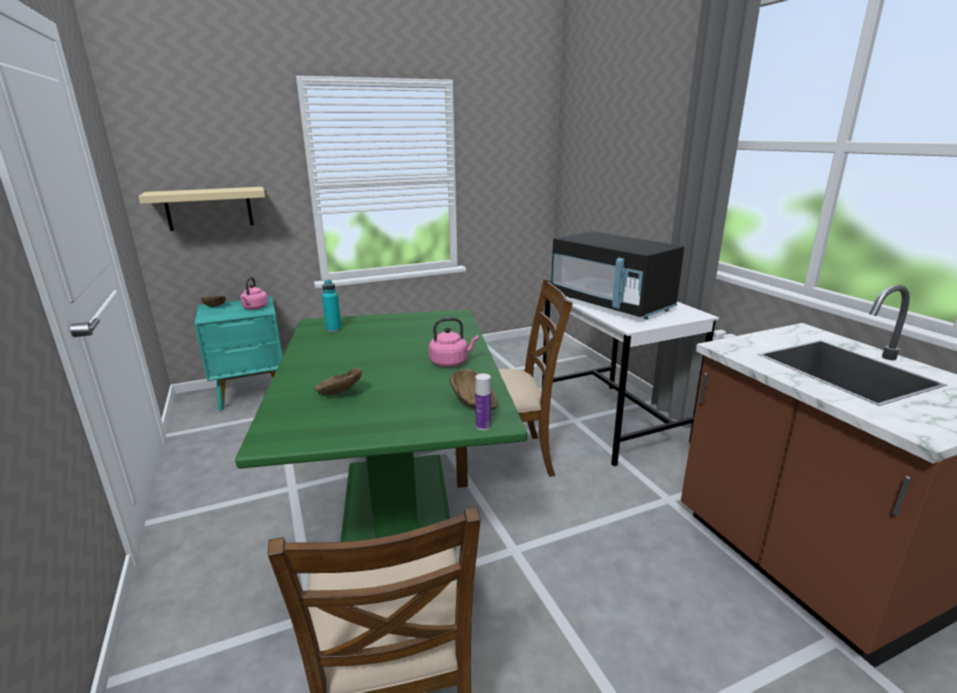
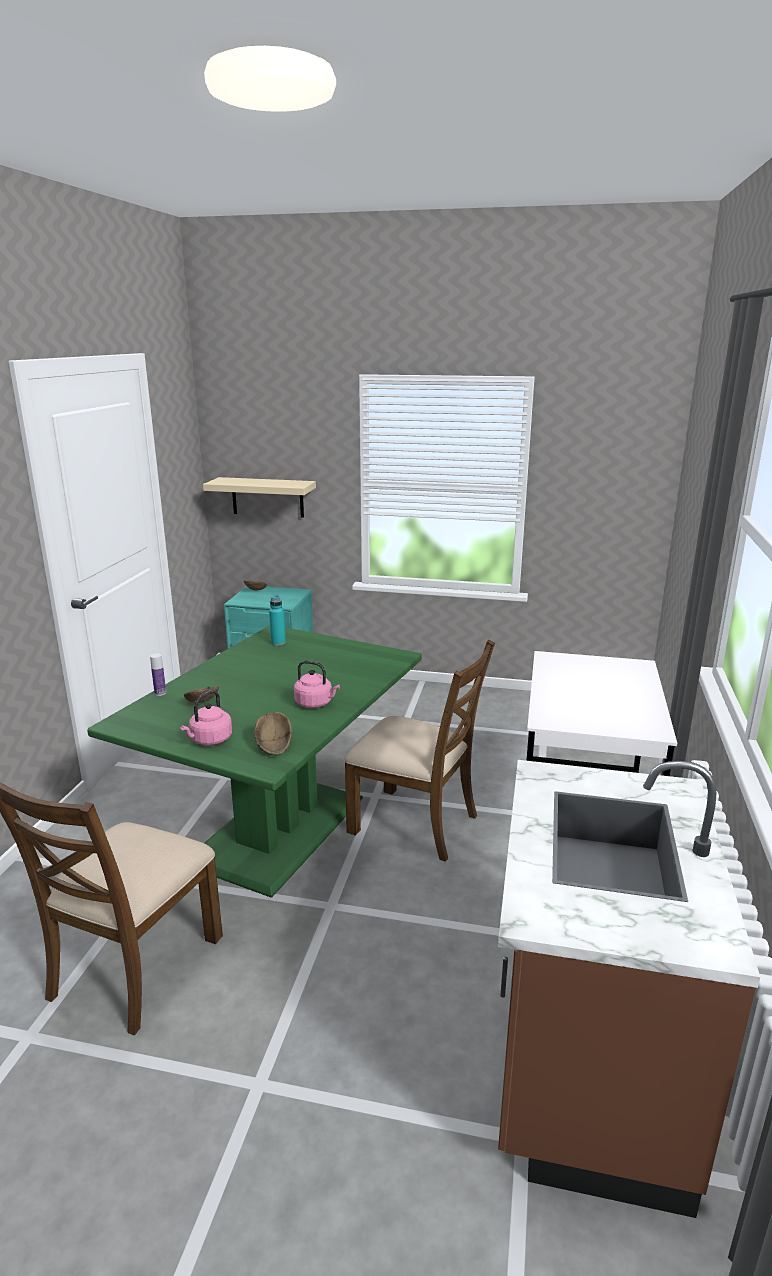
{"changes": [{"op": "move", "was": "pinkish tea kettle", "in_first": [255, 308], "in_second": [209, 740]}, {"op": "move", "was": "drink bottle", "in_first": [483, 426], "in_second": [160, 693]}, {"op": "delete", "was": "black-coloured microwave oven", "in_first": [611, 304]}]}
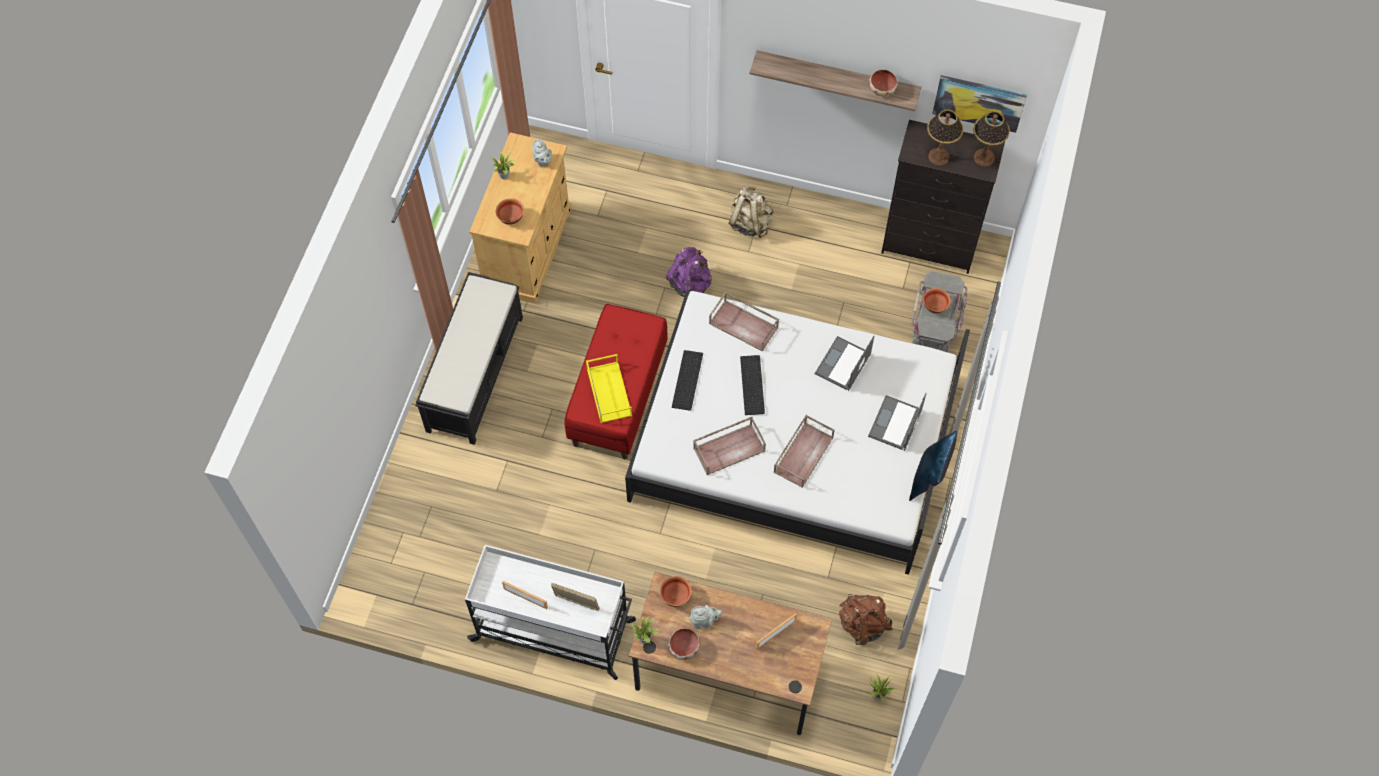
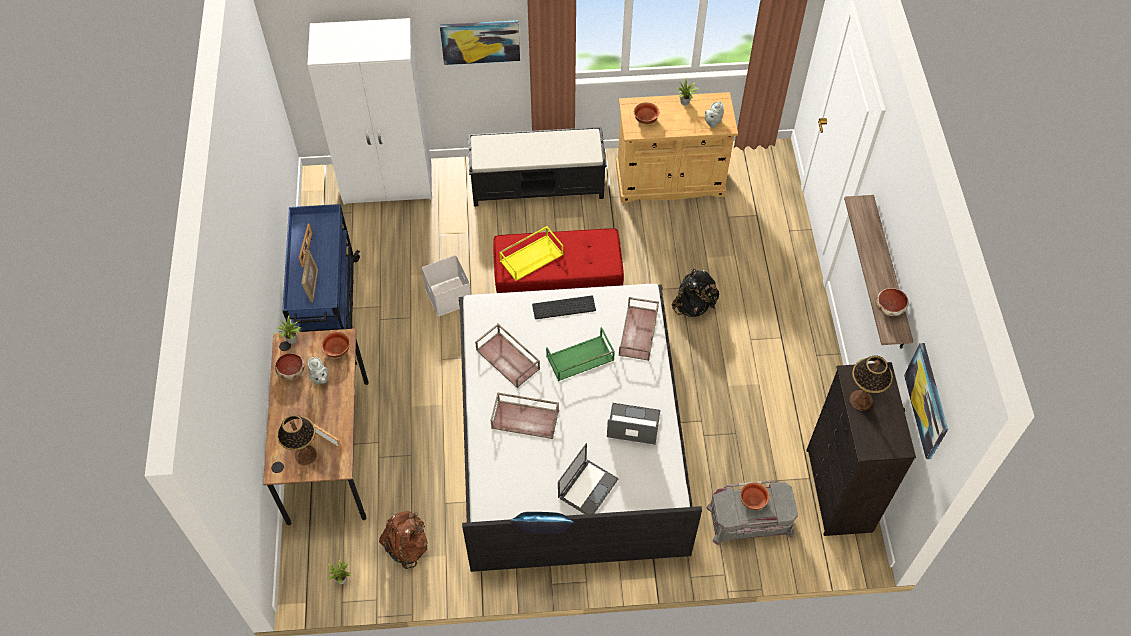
{"changes": [{"op": "recolor", "was": "white-coloured cart", "now": "blue-coloured cart", "in_first": [555, 631], "in_second": [329, 313]}, {"op": "recolor", "was": "purple-coloured rucksack", "now": "black-coloured rucksack", "in_first": [690, 284], "in_second": [693, 305]}, {"op": "delete", "was": "beige-coloured rucksack", "in_first": [750, 222]}, {"op": "replace", "was": "keyboard", "now": "green-coloured tray", "in_first": [753, 385], "in_second": [579, 359]}, {"op": "rotate", "was": "portable computer", "in_first": [895, 424], "in_second": [588, 487], "clockwise": 120}, {"op": "move", "was": "table lamp", "in_first": [984, 158], "in_second": [305, 455]}, {"op": "insert", "now": "white-coloured wardrobe", "in_second": [389, 184]}, {"op": "insert", "now": "white-coloured storage bin", "in_second": [447, 295]}, {"op": "insert", "now": "wall picture", "in_second": [480, 41]}]}
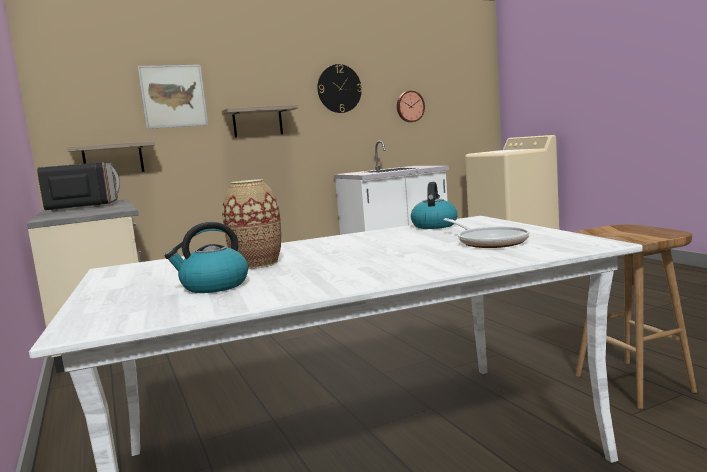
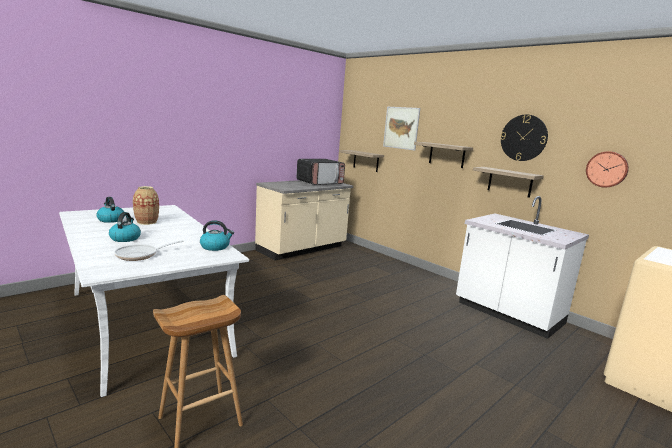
{"changes": [{"op": "insert", "now": "tea kettle", "in_second": [125, 238]}, {"op": "insert", "now": "wall shelf", "in_second": [510, 182]}]}
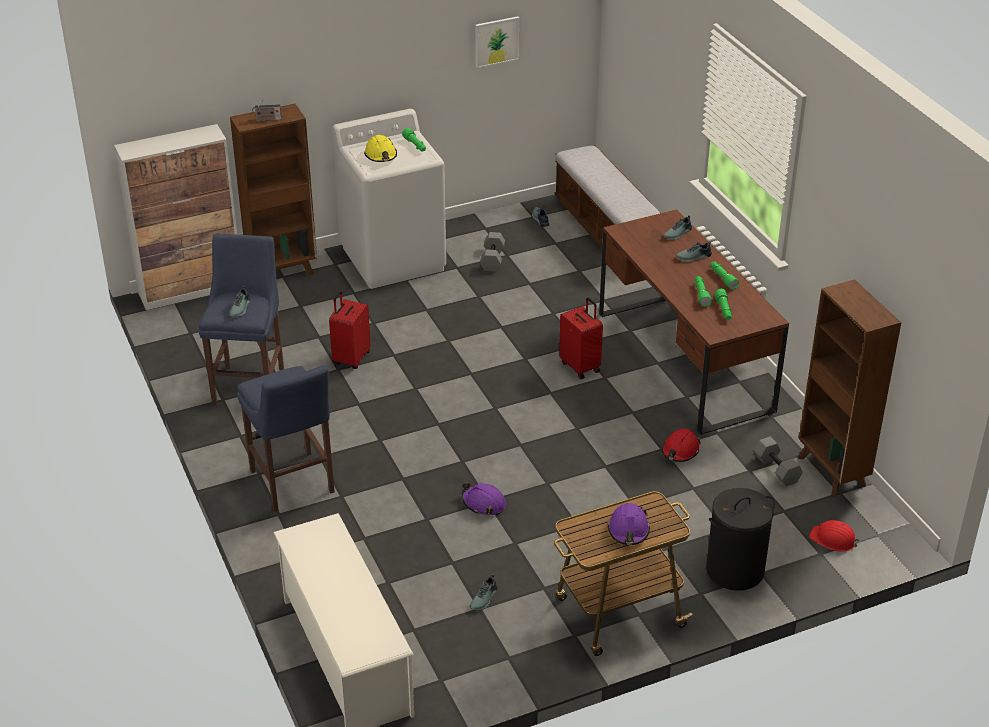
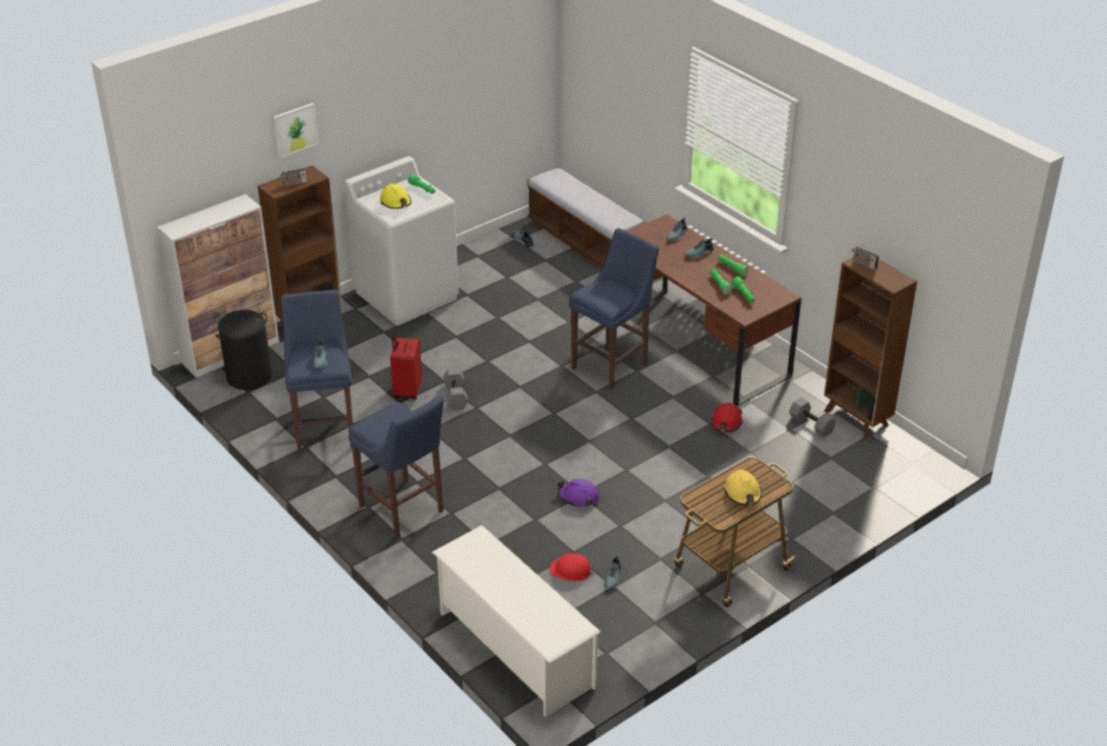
{"changes": [{"op": "move", "was": "wall picture", "in_first": [496, 41], "in_second": [295, 129]}, {"op": "move", "was": "gray hand weight", "in_first": [493, 260], "in_second": [456, 396]}, {"op": "replace", "was": "red suitcase", "now": "blue-coloured stool seat", "in_first": [581, 366], "in_second": [612, 364]}, {"op": "recolor", "was": "purple-coloured hard hat", "now": "yellow-coloured hard hat", "in_first": [628, 530], "in_second": [742, 493]}, {"op": "move", "was": "black-coloured washing basket", "in_first": [735, 570], "in_second": [249, 376]}, {"op": "move", "was": "red hard hat", "in_first": [833, 539], "in_second": [571, 571]}, {"op": "insert", "now": "radio set", "in_second": [863, 264]}]}
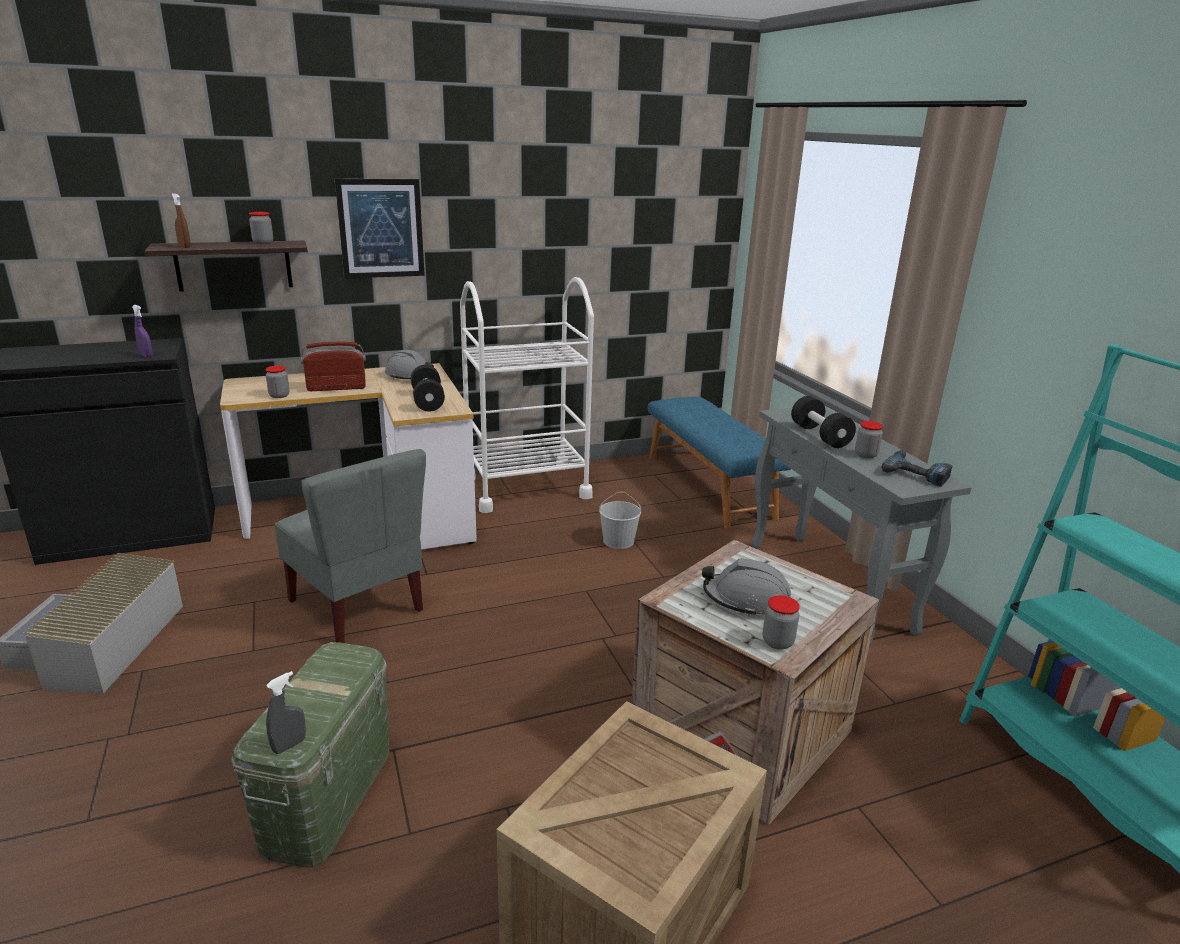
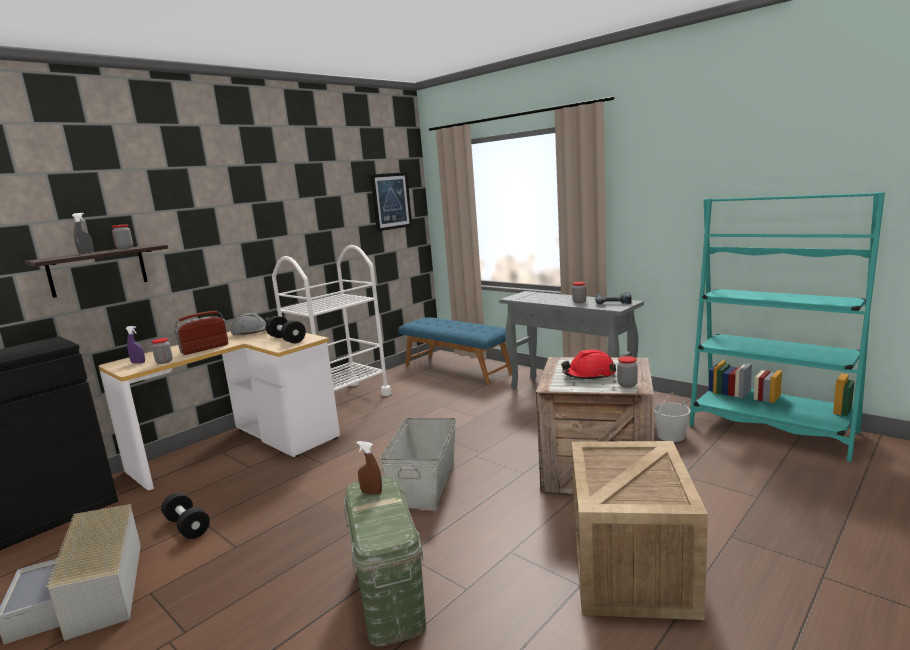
{"changes": [{"op": "move", "was": "purple-coloured spray bottle", "in_first": [146, 356], "in_second": [138, 363]}, {"op": "move", "was": "brown spray bottle", "in_first": [184, 247], "in_second": [371, 492]}, {"op": "move", "was": "gray spray bottle", "in_first": [289, 745], "in_second": [86, 253]}, {"op": "delete", "was": "gray upright chair", "in_first": [358, 605]}, {"op": "move", "was": "wall picture", "in_first": [381, 228], "in_second": [391, 201]}, {"op": "move", "was": "white-coloured bucket", "in_first": [619, 541], "in_second": [671, 435]}, {"op": "recolor", "was": "gray hard hat", "now": "red hard hat", "in_first": [746, 599], "in_second": [589, 375]}, {"op": "move", "was": "black-coloured hand weight", "in_first": [820, 436], "in_second": [187, 526]}, {"op": "insert", "now": "gray storage bin", "in_second": [426, 482]}]}
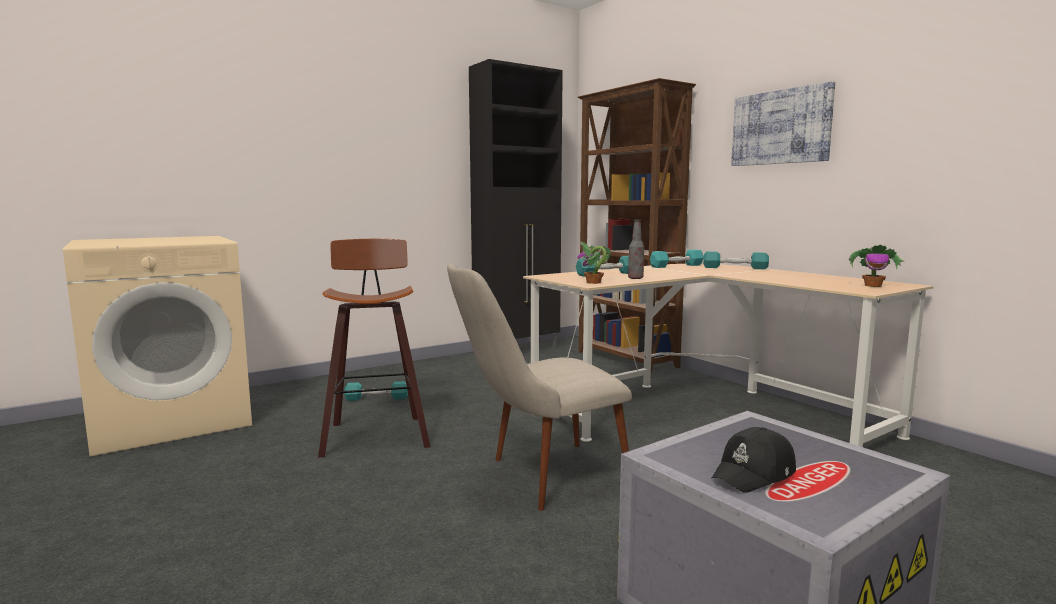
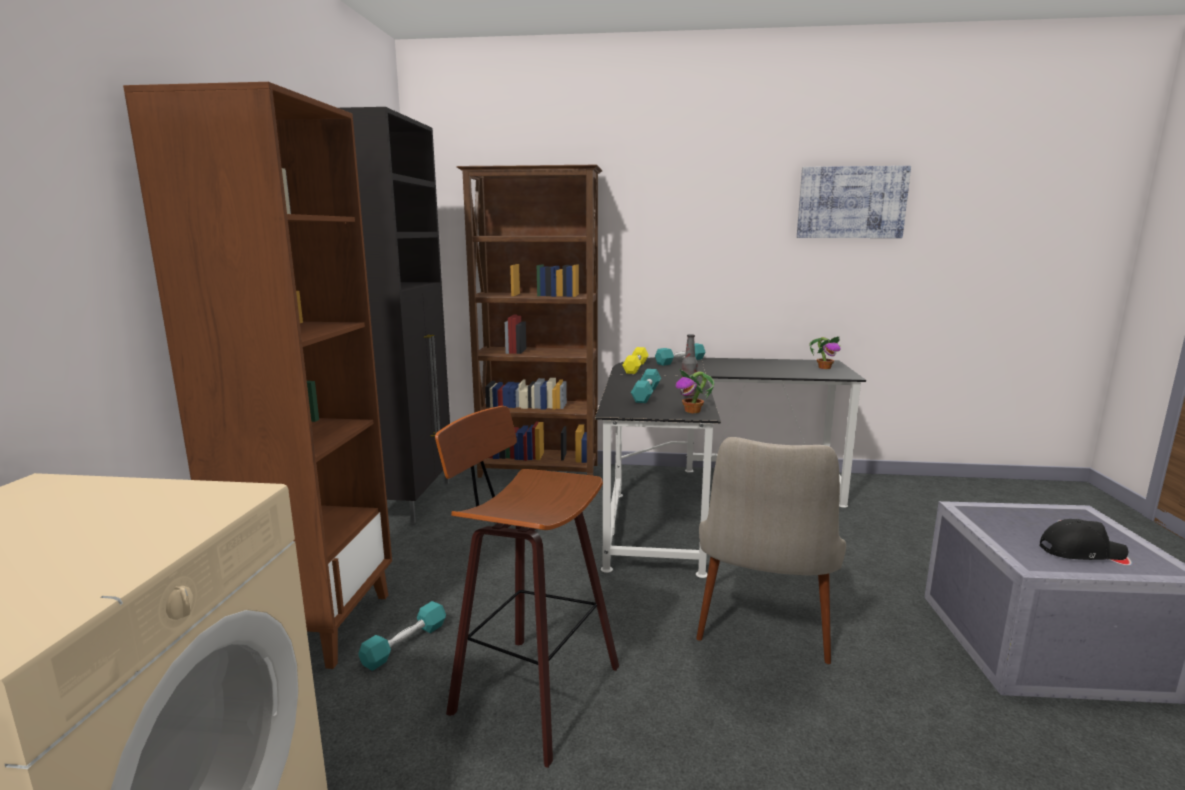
{"changes": [{"op": "recolor", "was": "beige-coloured desk", "now": "black-coloured desk", "in_first": [704, 411], "in_second": [702, 503]}, {"op": "recolor", "was": "blue-green hand weight", "now": "yellow-coloured hand weight", "in_first": [676, 266], "in_second": [636, 367]}, {"op": "rotate", "was": "black-coloured peaked cap", "in_first": [754, 474], "in_second": [1080, 551], "clockwise": -90}, {"op": "move", "was": "wall picture", "in_first": [780, 127], "in_second": [851, 202]}, {"op": "insert", "now": "brown bookshelf", "in_second": [315, 624]}]}
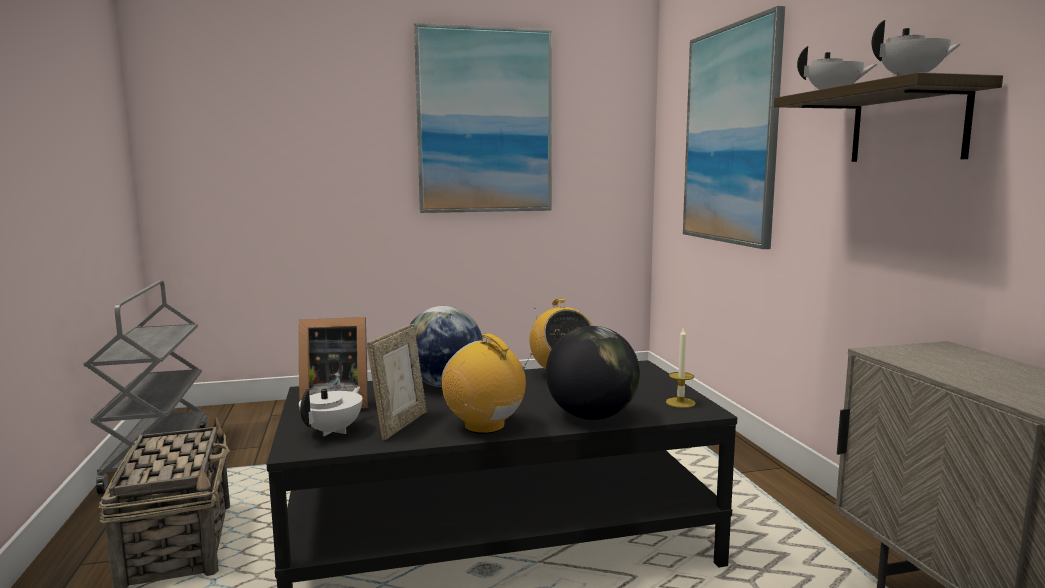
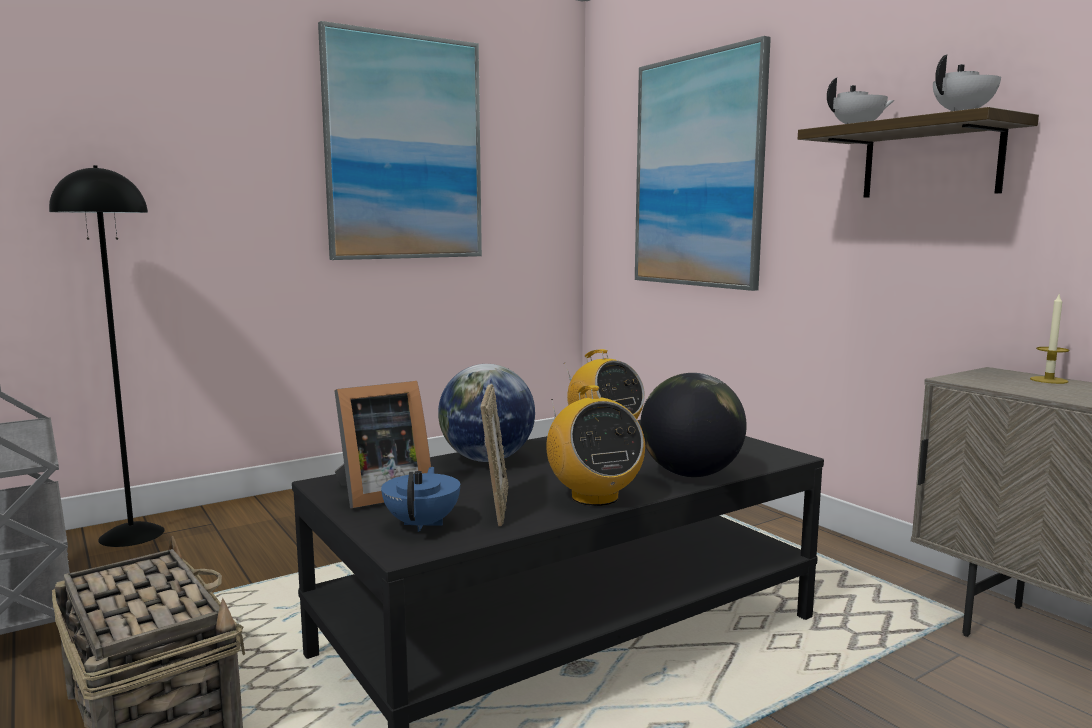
{"changes": [{"op": "recolor", "was": "white-coloured teapot", "now": "blue-coloured teapot", "in_first": [333, 431], "in_second": [423, 524]}, {"op": "rotate", "was": "radio set", "in_first": [485, 426], "in_second": [594, 497], "clockwise": -135}, {"op": "move", "was": "wax light", "in_first": [680, 402], "in_second": [1049, 380]}, {"op": "insert", "now": "black-coloured standing lamp", "in_second": [132, 534]}]}
